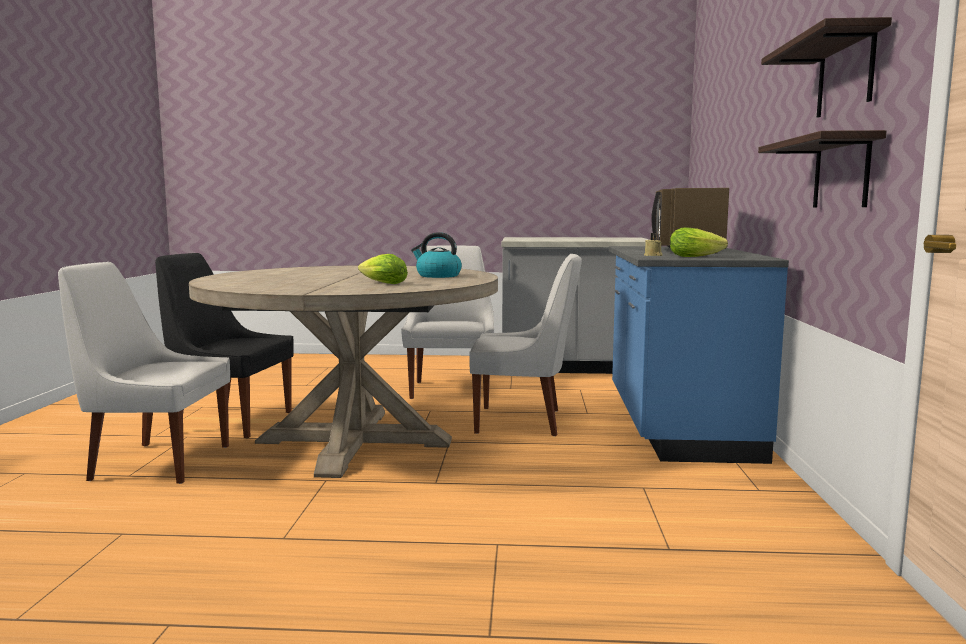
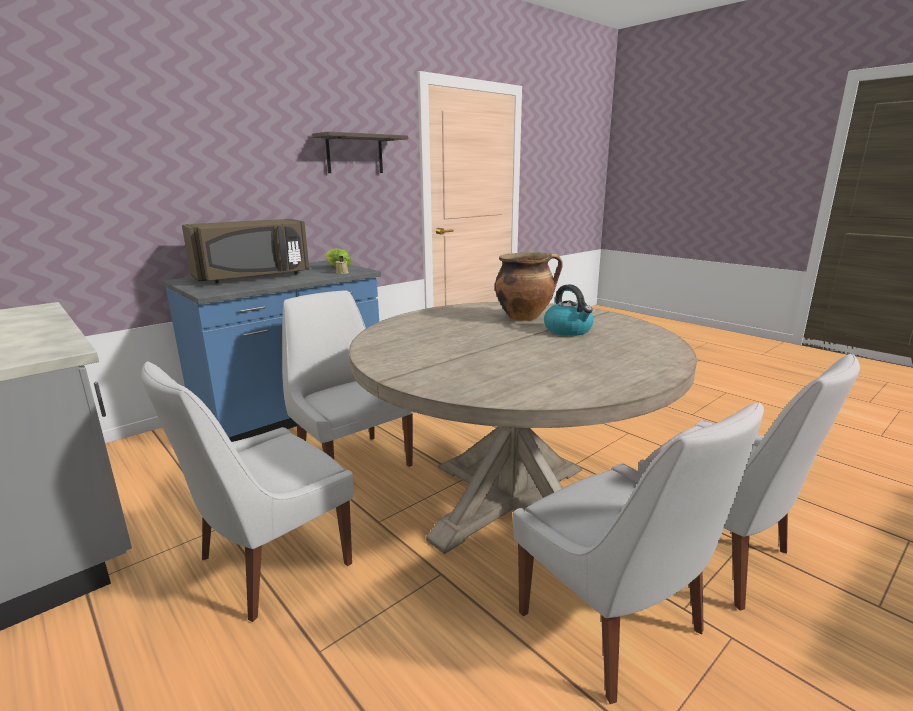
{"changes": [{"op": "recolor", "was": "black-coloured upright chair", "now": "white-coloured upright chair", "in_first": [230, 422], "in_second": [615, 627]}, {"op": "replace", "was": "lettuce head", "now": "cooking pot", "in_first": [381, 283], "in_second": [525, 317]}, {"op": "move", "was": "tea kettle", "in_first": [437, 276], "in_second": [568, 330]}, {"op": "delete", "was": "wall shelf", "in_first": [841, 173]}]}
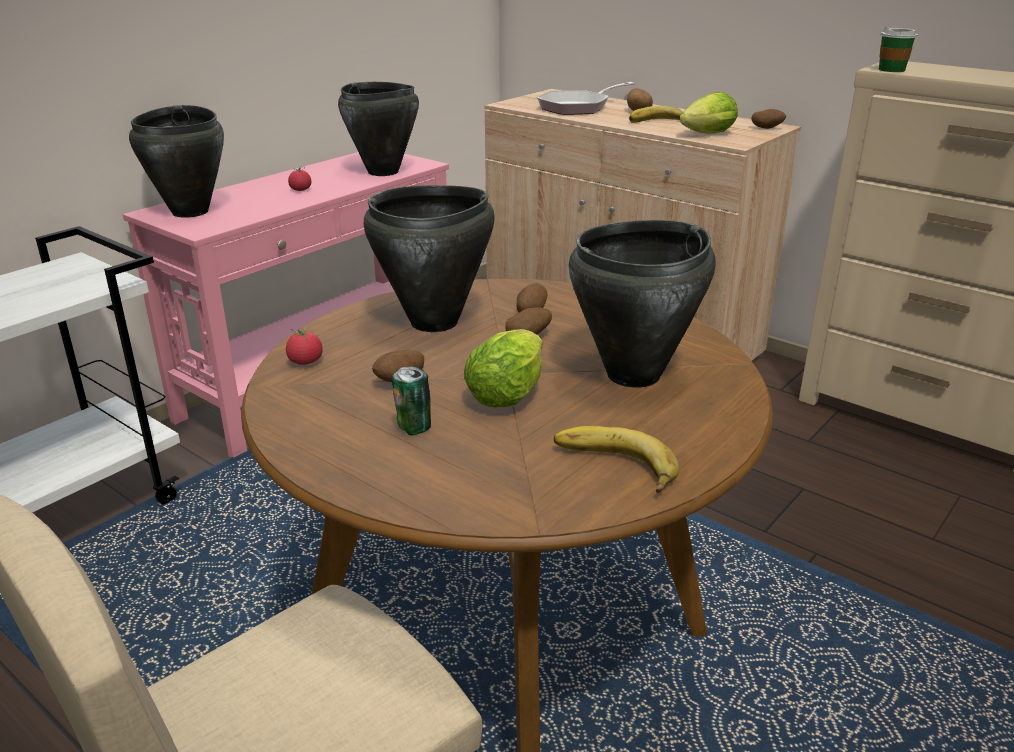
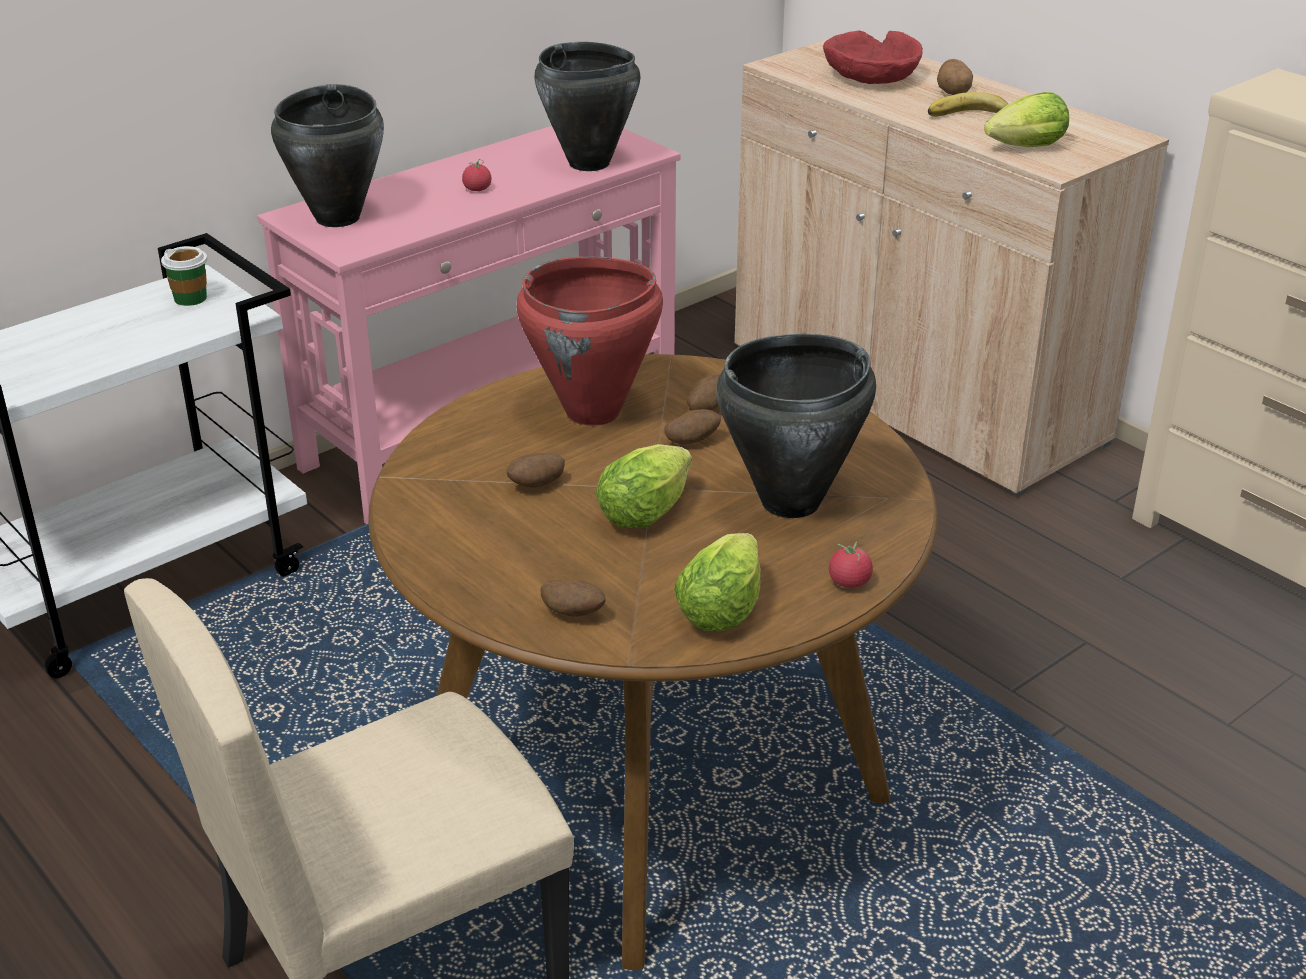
{"changes": [{"op": "move", "was": "tomato", "in_first": [305, 362], "in_second": [849, 582]}, {"op": "recolor", "was": "black-coloured cooking pot", "now": "red cooking pot", "in_first": [435, 322], "in_second": [593, 412]}, {"op": "delete", "was": "metal can", "in_first": [413, 428]}, {"op": "replace", "was": "skillet", "now": "red deep dish", "in_first": [578, 107], "in_second": [871, 78]}, {"op": "replace", "was": "whole banana", "now": "lettuce head", "in_first": [613, 468], "in_second": [724, 606]}, {"op": "move", "was": "spud", "in_first": [767, 128], "in_second": [573, 614]}, {"op": "move", "was": "cup", "in_first": [892, 70], "in_second": [190, 298]}]}
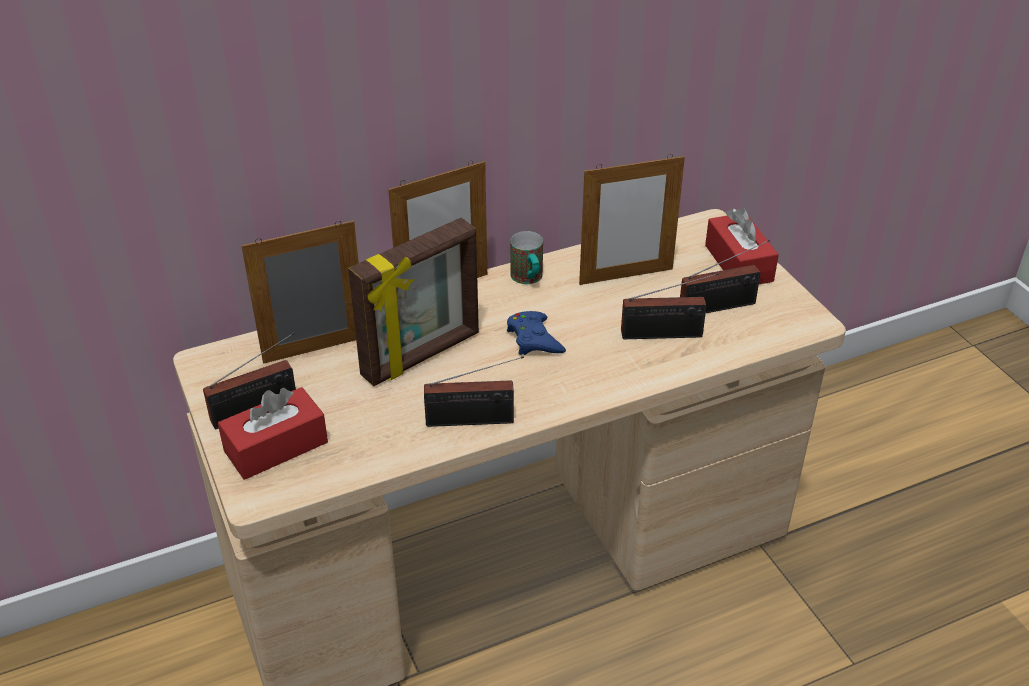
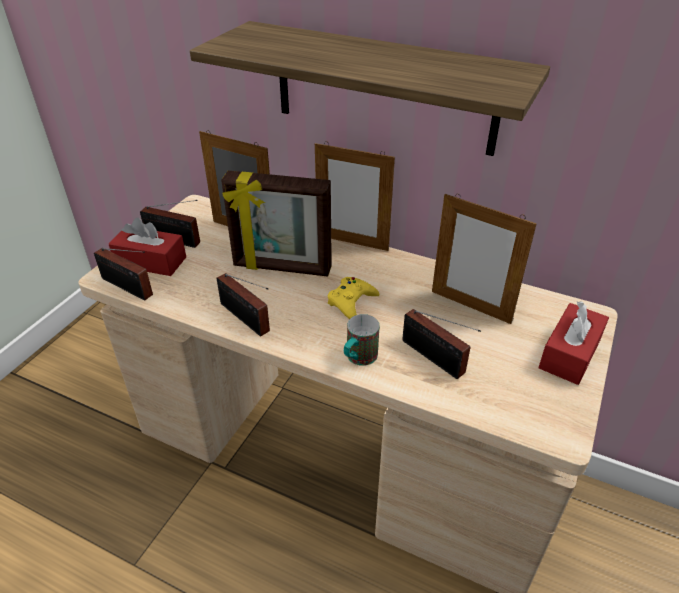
{"changes": [{"op": "recolor", "was": "blue-coloured game controller", "now": "yellow-coloured game controller", "in_first": [534, 339], "in_second": [351, 302]}, {"op": "move", "was": "coffee mug", "in_first": [528, 279], "in_second": [358, 359]}, {"op": "move", "was": "radio set", "in_first": [721, 306], "in_second": [129, 288]}, {"op": "insert", "now": "wall shelf", "in_second": [384, 88]}]}
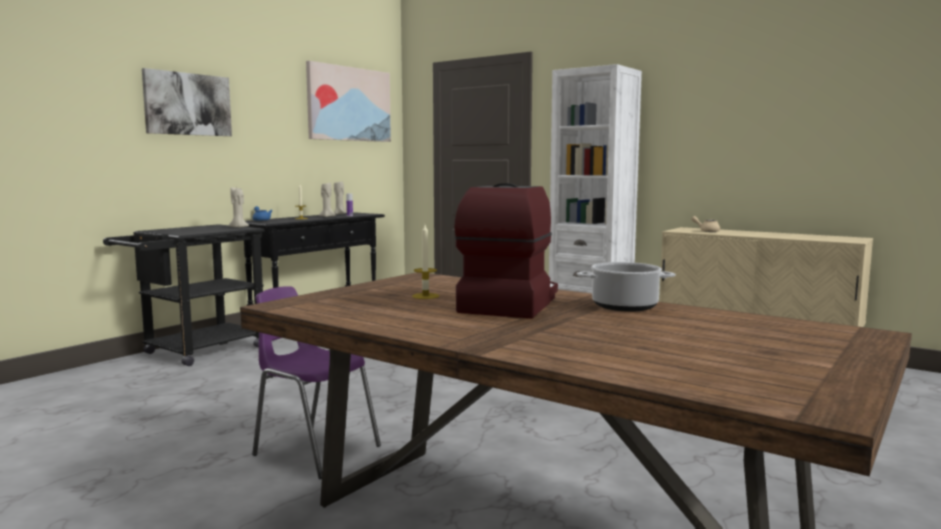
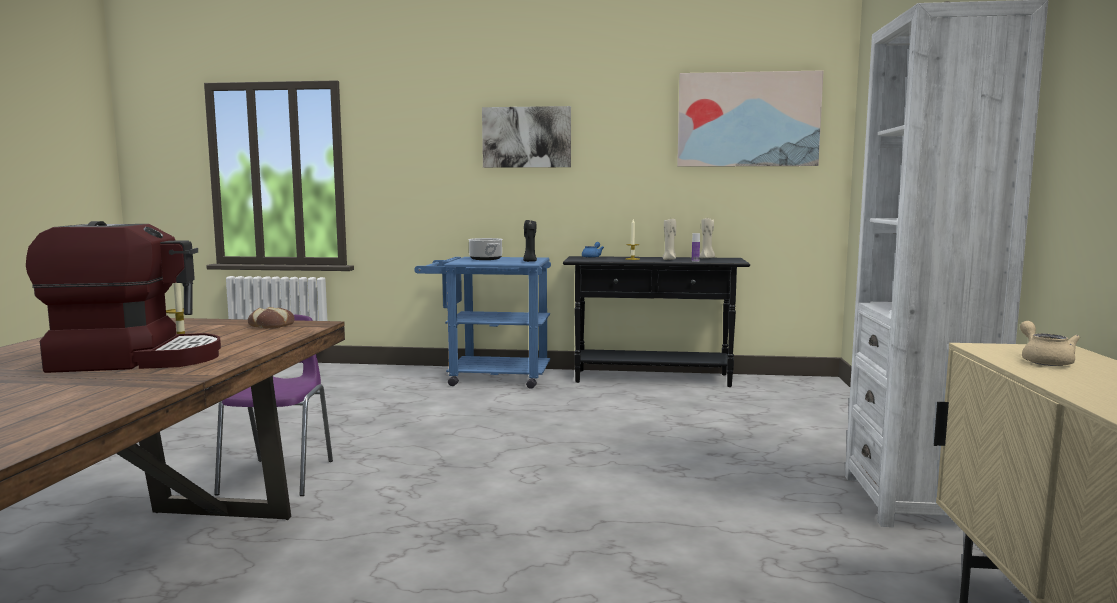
{"changes": [{"op": "recolor", "was": "black-coloured cart", "now": "blue-coloured cart", "in_first": [196, 352], "in_second": [489, 377]}, {"op": "recolor", "was": "beige-coloured wax light", "now": "black-coloured wax light", "in_first": [238, 227], "in_second": [529, 261]}, {"op": "move", "was": "cooking pot", "in_first": [624, 306], "in_second": [485, 259]}, {"op": "insert", "now": "bread", "in_second": [272, 325]}]}
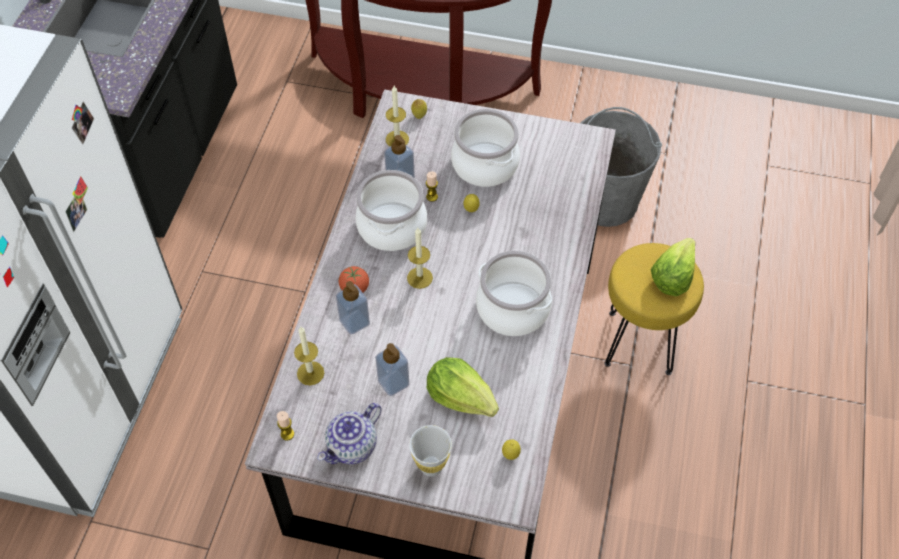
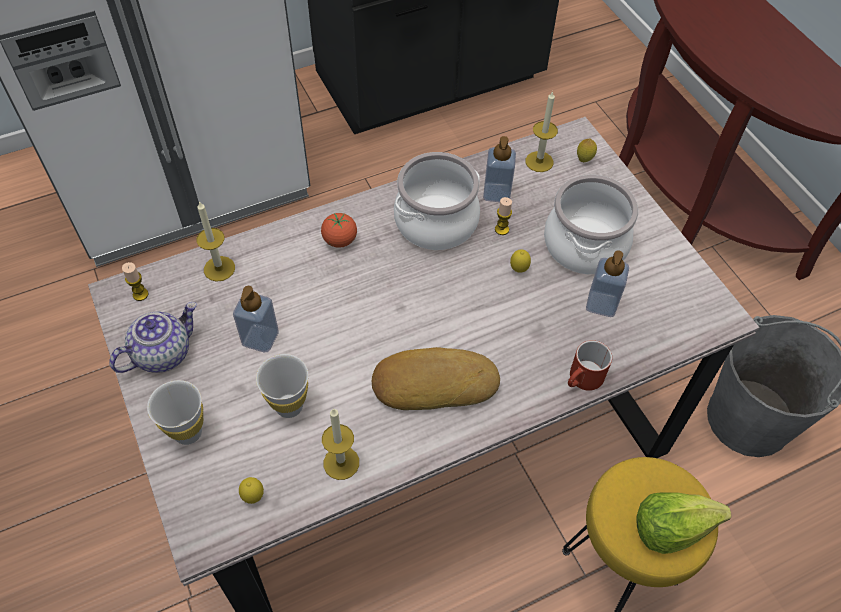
{"changes": [{"op": "rotate", "was": "teapot", "in_first": [352, 447], "in_second": [162, 353], "clockwise": 135}, {"op": "move", "was": "soap bottle", "in_first": [354, 322], "in_second": [601, 304]}, {"op": "move", "was": "wax light", "in_first": [419, 278], "in_second": [341, 463]}, {"op": "replace", "was": "lettuce head", "now": "white-coloured cup", "in_first": [461, 397], "in_second": [289, 406]}, {"op": "replace", "was": "cooking pot", "now": "bread", "in_first": [512, 309], "in_second": [433, 382]}, {"op": "insert", "now": "red coffee mug", "in_second": [583, 380]}]}
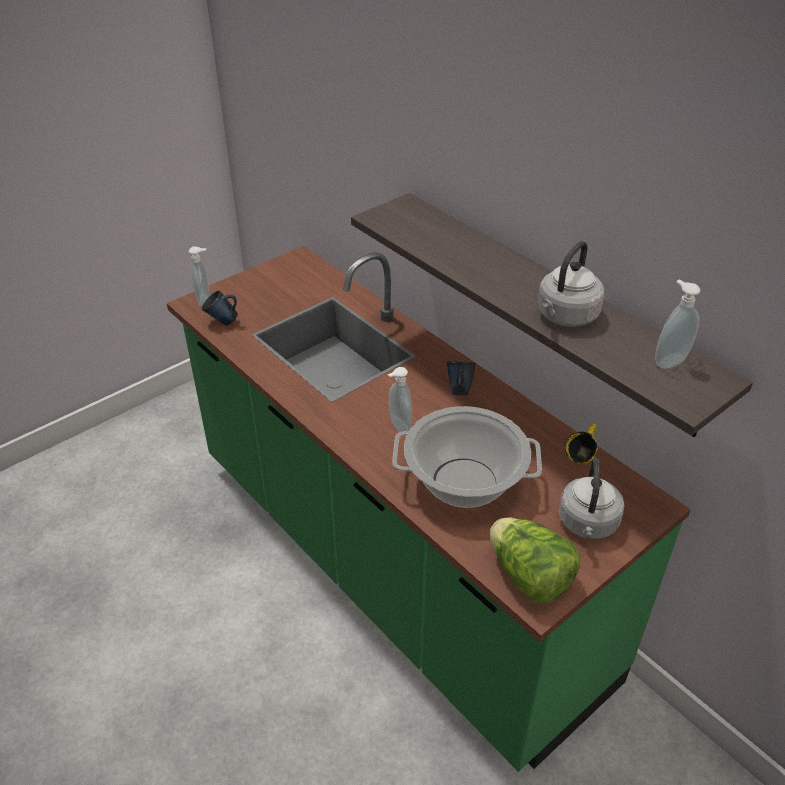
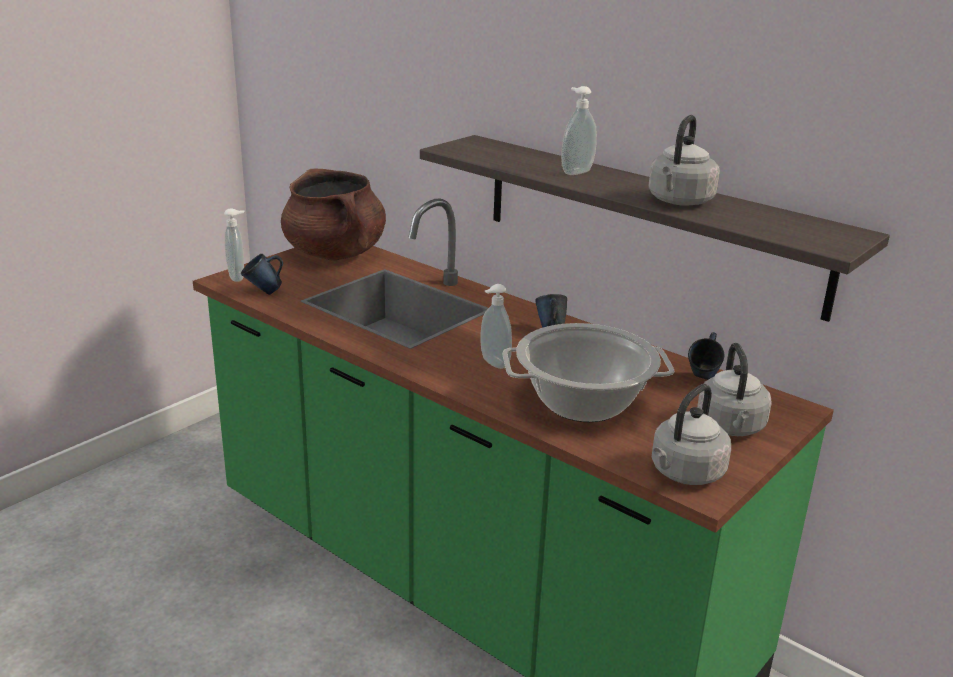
{"changes": [{"op": "replace", "was": "lettuce head", "now": "gray tea kettle", "in_first": [528, 577], "in_second": [685, 473]}, {"op": "recolor", "was": "yellow-coloured coffee mug", "now": "blue-coloured coffee mug", "in_first": [580, 464], "in_second": [703, 382]}, {"op": "move", "was": "soap bottle", "in_first": [668, 360], "in_second": [575, 172]}, {"op": "insert", "now": "brown cooking pot", "in_second": [335, 254]}]}
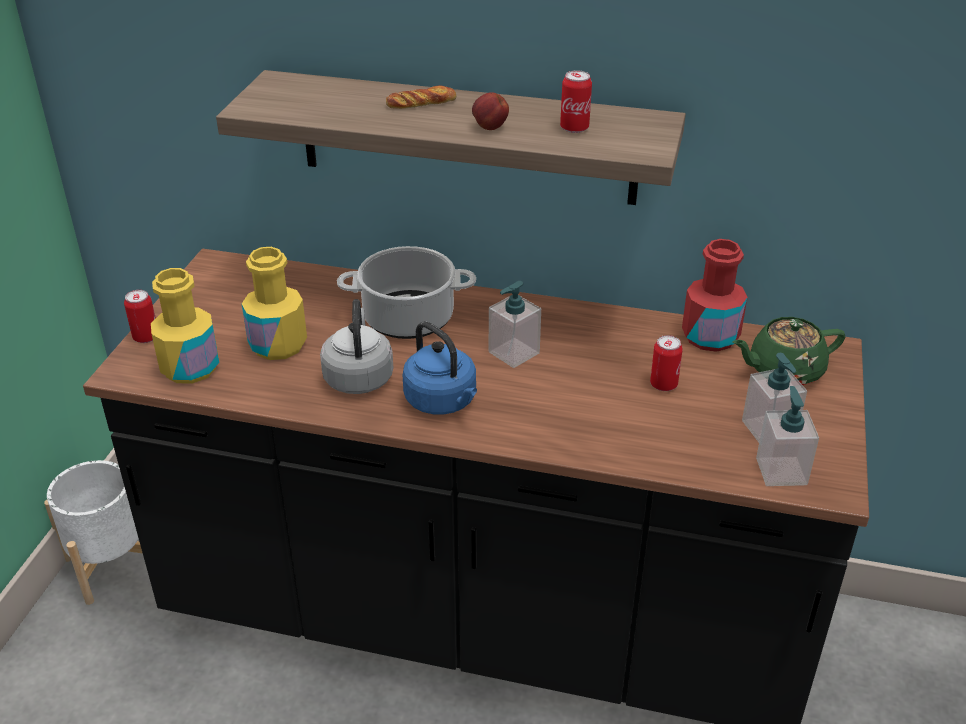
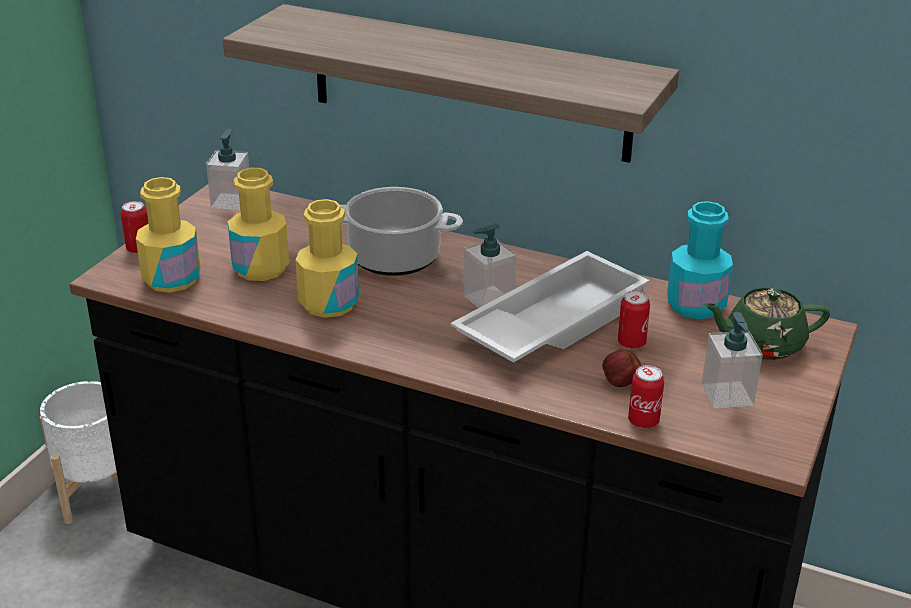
{"changes": [{"op": "replace", "was": "gray tea kettle", "now": "yellow-coloured drink bottle", "in_first": [358, 377], "in_second": [329, 303]}, {"op": "delete", "was": "bread", "in_first": [421, 103]}, {"op": "delete", "was": "blue-coloured tea kettle", "in_first": [443, 402]}, {"op": "move", "was": "apple", "in_first": [489, 128], "in_second": [619, 383]}, {"op": "move", "was": "metal can", "in_first": [574, 128], "in_second": [643, 421]}, {"op": "recolor", "was": "red drink bottle", "now": "blue-green drink bottle", "in_first": [710, 336], "in_second": [695, 305]}, {"op": "move", "was": "soap bottle", "in_first": [781, 471], "in_second": [231, 201]}, {"op": "insert", "now": "white-coloured tray", "in_second": [550, 322]}]}
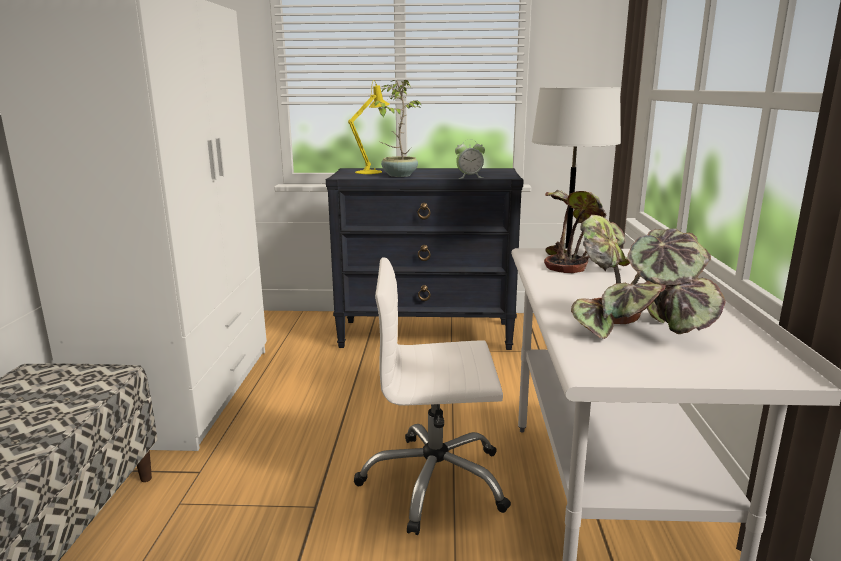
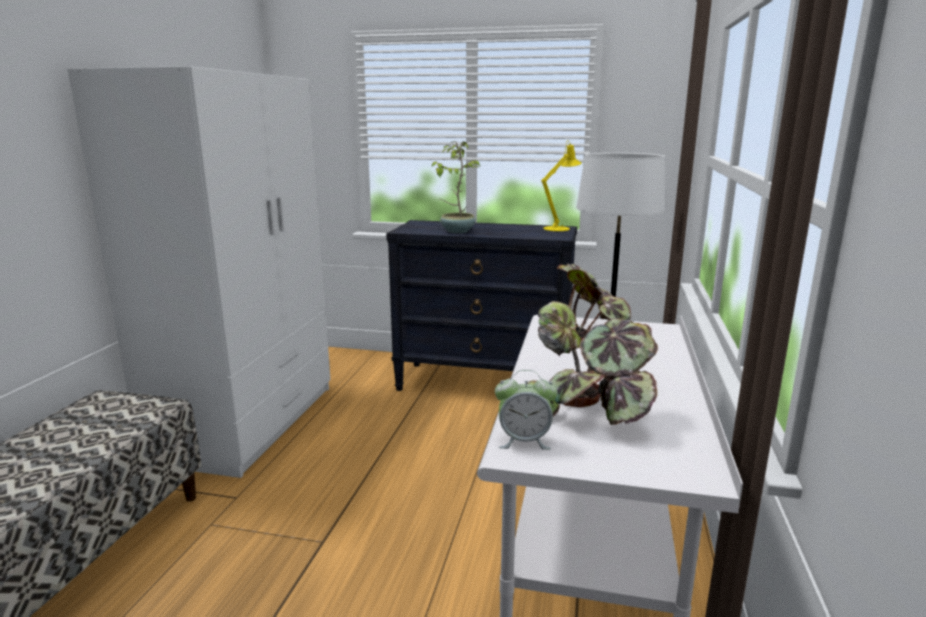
{"changes": [{"op": "move", "was": "yellow-coloured table lamp", "in_first": [371, 171], "in_second": [559, 228]}, {"op": "delete", "was": "white-coloured office chair", "in_first": [434, 482]}, {"op": "move", "was": "bedside clock", "in_first": [469, 177], "in_second": [524, 441]}]}
